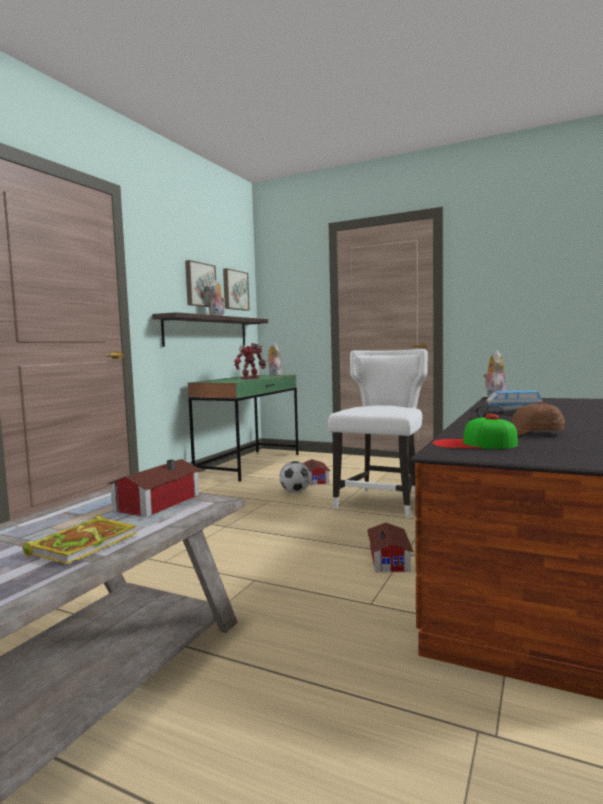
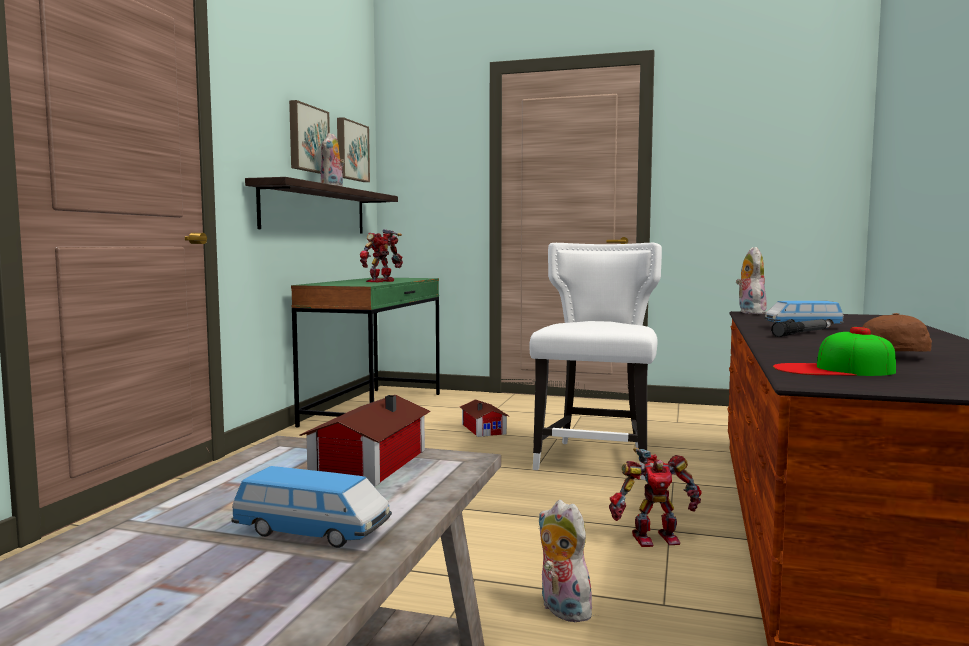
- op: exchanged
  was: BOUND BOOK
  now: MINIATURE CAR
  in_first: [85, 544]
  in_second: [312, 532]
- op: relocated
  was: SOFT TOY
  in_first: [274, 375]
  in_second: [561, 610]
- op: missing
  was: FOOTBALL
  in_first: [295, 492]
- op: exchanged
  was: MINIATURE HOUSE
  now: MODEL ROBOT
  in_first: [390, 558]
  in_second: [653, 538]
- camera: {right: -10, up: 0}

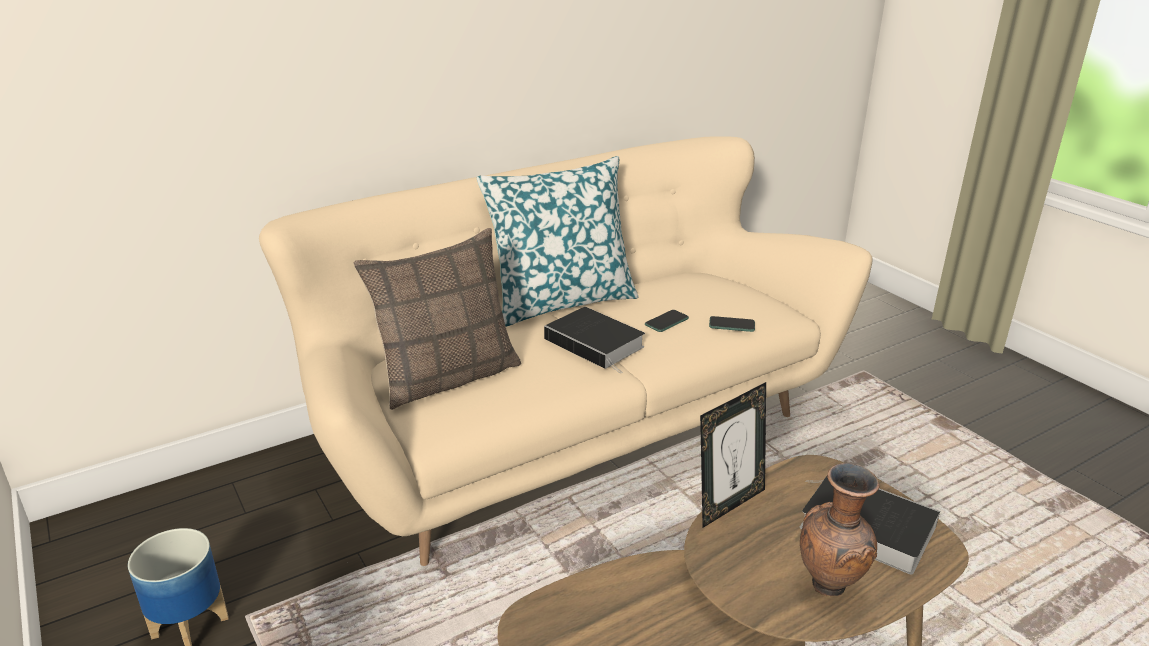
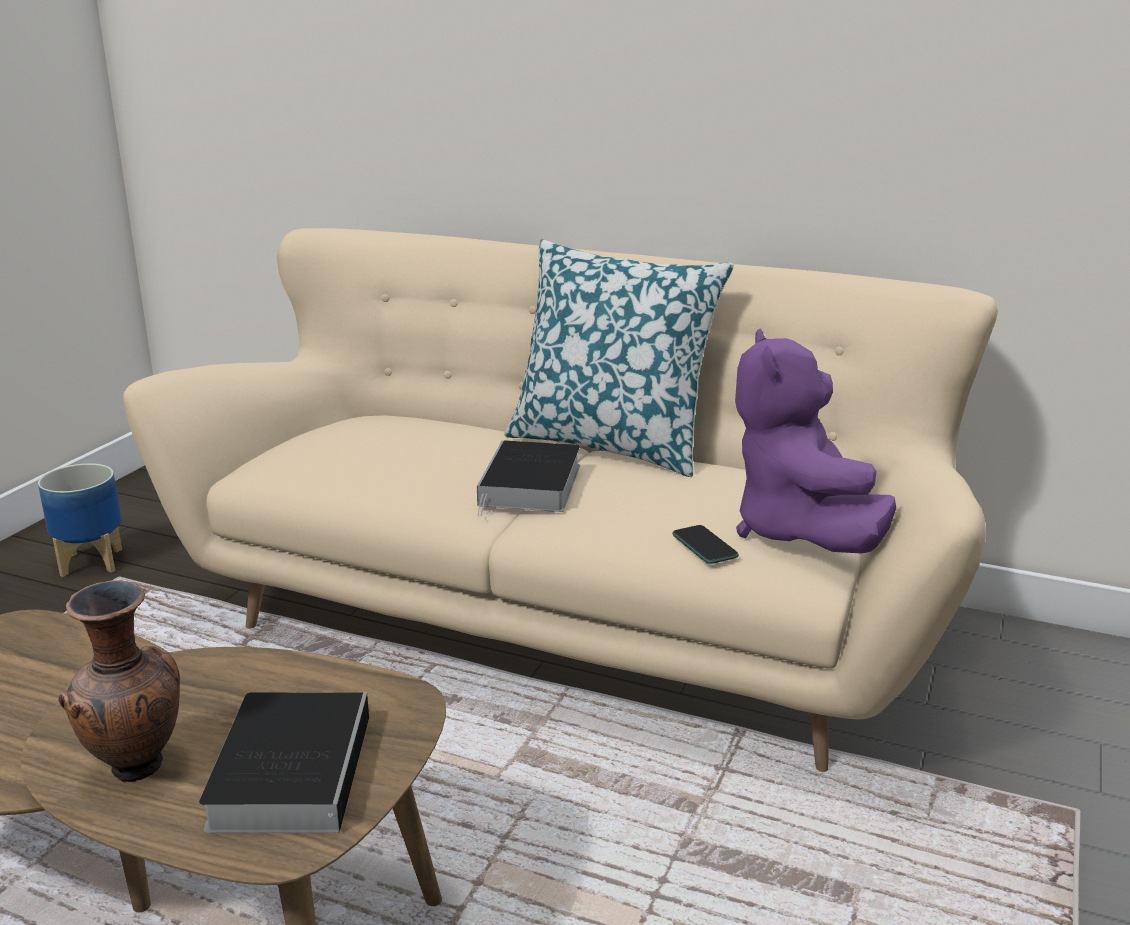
- op: missing
  was: THROW PILLOW
  in_first: [447, 376]
- op: missing
  was: TELEPHONE
  in_first: [666, 322]
- op: missing
  was: PHOTO FRAME
  in_first: [728, 504]
- op: appeared
  now: PURPLE-COLOURED SOFT TOY
  in_second: [799, 532]
- camera: {right: 55, up: -5}

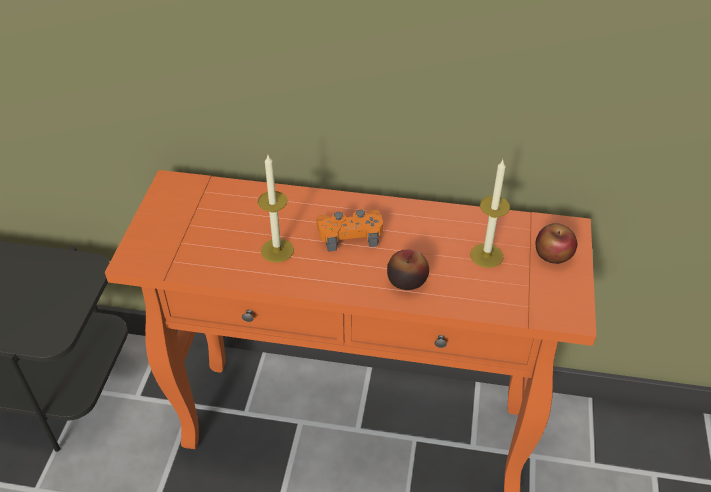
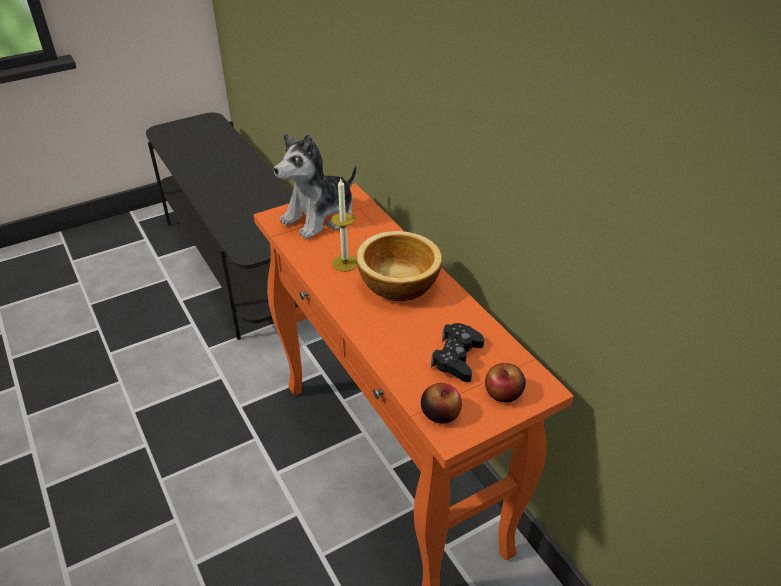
- op: exchanged
  was: ORANGE GAMEPAD
  now: BOWL
  in_first: [350, 234]
  in_second: [397, 284]
- op: relocated
  was: APPLE
  in_first: [407, 280]
  in_second: [440, 413]
- op: exchanged
  was: WAX CANDLE
  now: BLACK-COLOURED GAMEPAD
  in_first: [486, 255]
  in_second: [457, 358]
- op: appeared
  now: SOFT TOY
  in_second: [320, 217]
- camera: {right: 50, up: -5}

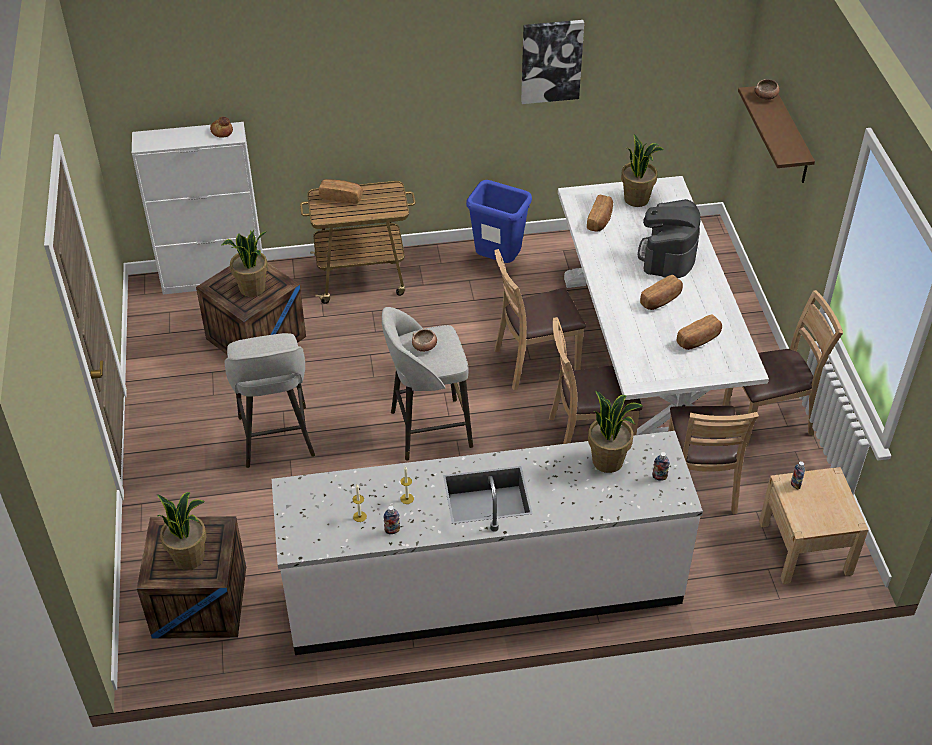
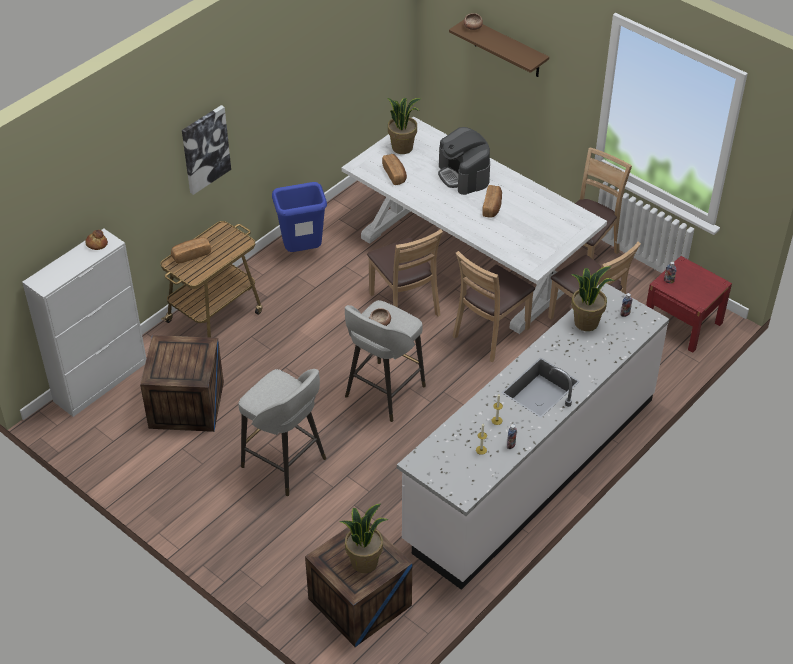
- op: missing
  was: POTTED PLANT
  in_first: [252, 289]
- op: spun
  was: BROWN-COLOURED CHAIR
  in_first: [535, 362]
  in_second: [404, 305]
  clockwise: -60
- op: relocated
  was: PICTURE
  in_first: [551, 61]
  in_second: [205, 149]
- op: missing
  was: BREAD
  in_first: [699, 340]
- op: colour
  was: BEIGE-COLOURED NIGHT TABLE
  now: RED-COLOURED NIGHT TABLE
  in_first: [805, 547]
  in_second: [682, 323]
- camera: {right: -40, up: 0}

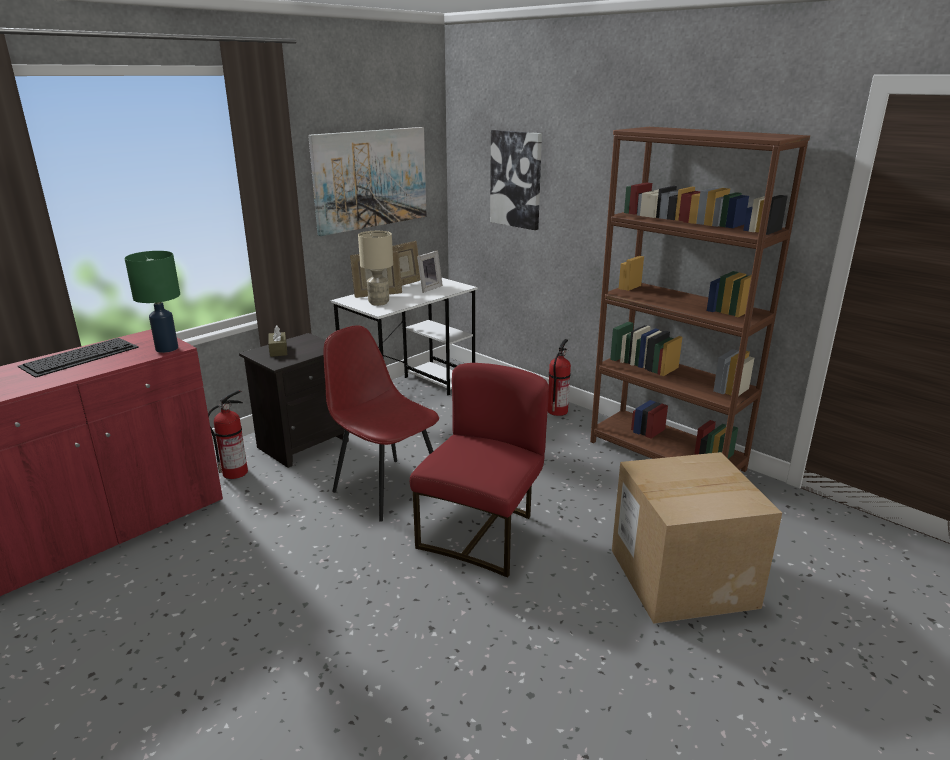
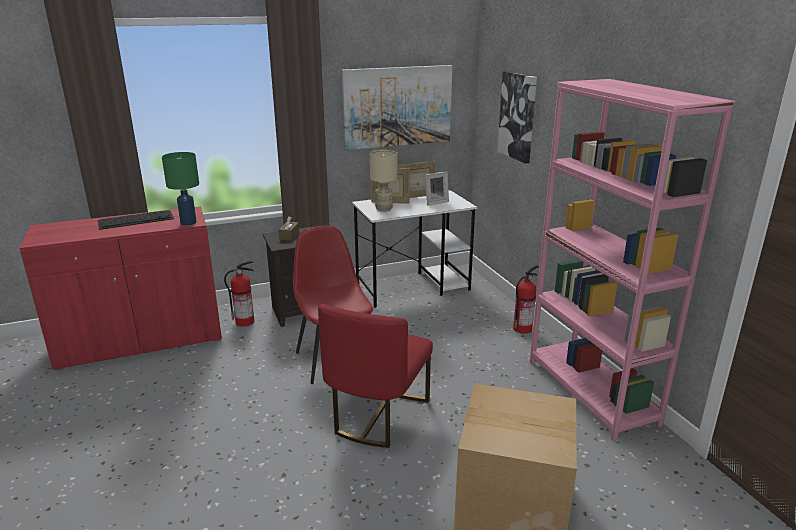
- op: spun
  was: RED-COLOURED CHAIR
  in_first: [482, 534]
  in_second: [377, 415]
  clockwise: 150
- op: colour
  was: BROWN-COLOURED BOOKSHELF
  now: PINK BOOKSHELF
  in_first: [666, 455]
  in_second: [591, 392]
- camera: {right: 25, up: 0}

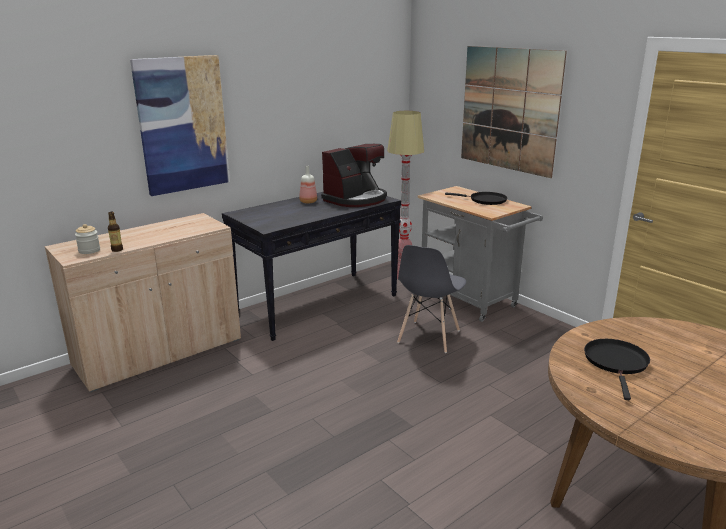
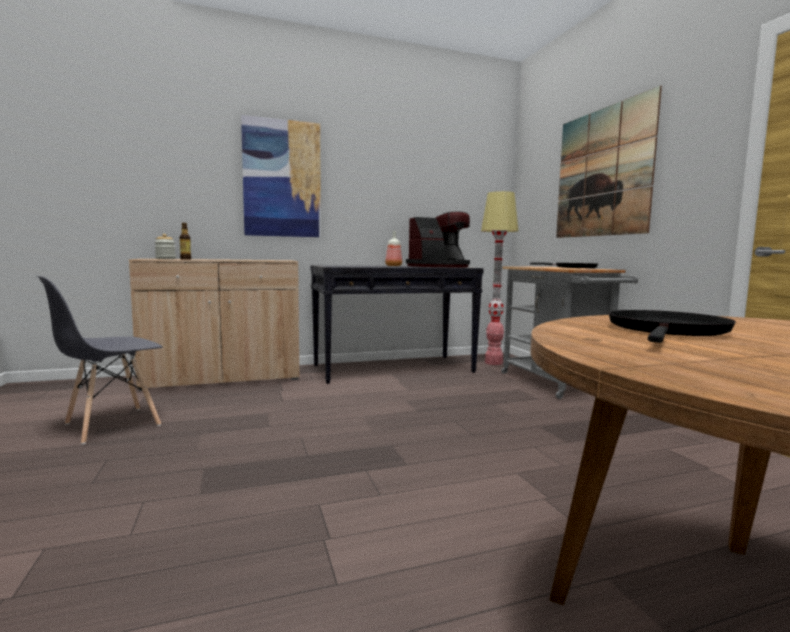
- op: relocated
  was: GRAY CHAIR
  in_first: [428, 337]
  in_second: [112, 425]
- camera: {right: 20, up: -15}

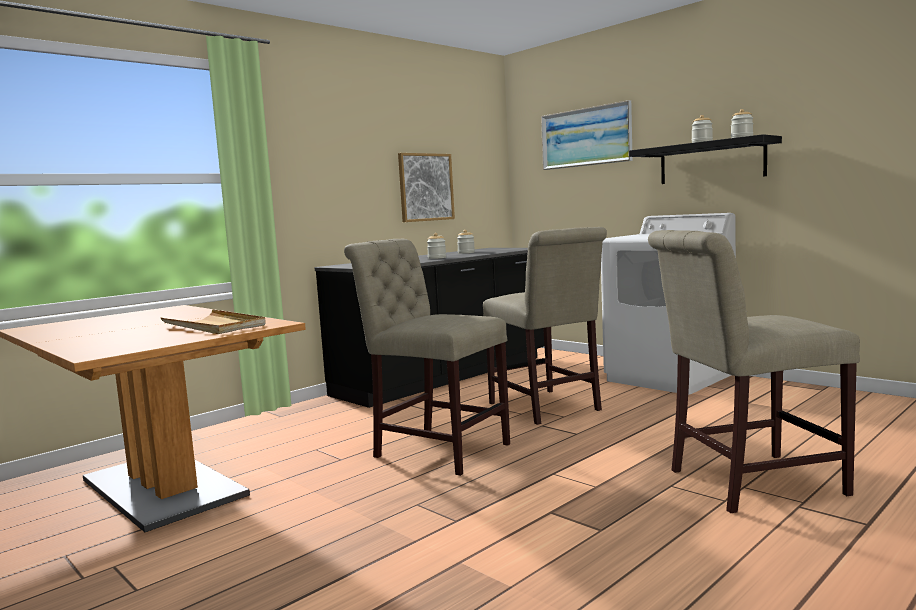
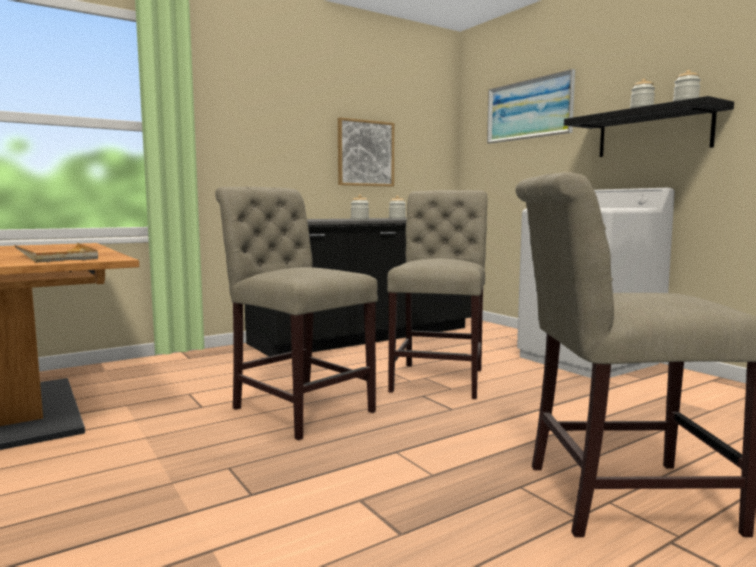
- op: spun
  was: BEIGE-COLOURED CHAIR
  in_first: [547, 408]
  in_second: [440, 378]
  clockwise: -150
- camera: {right: 10, up: 0}

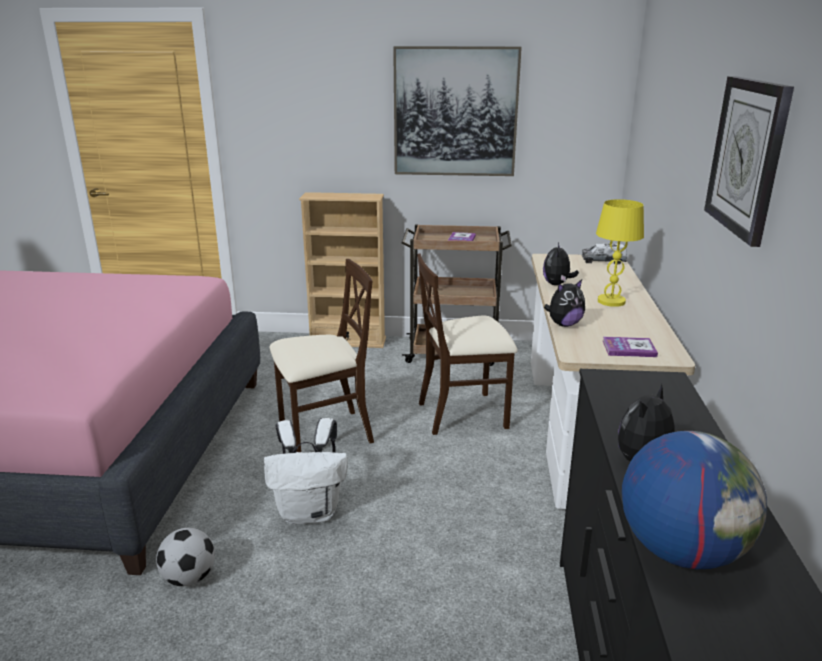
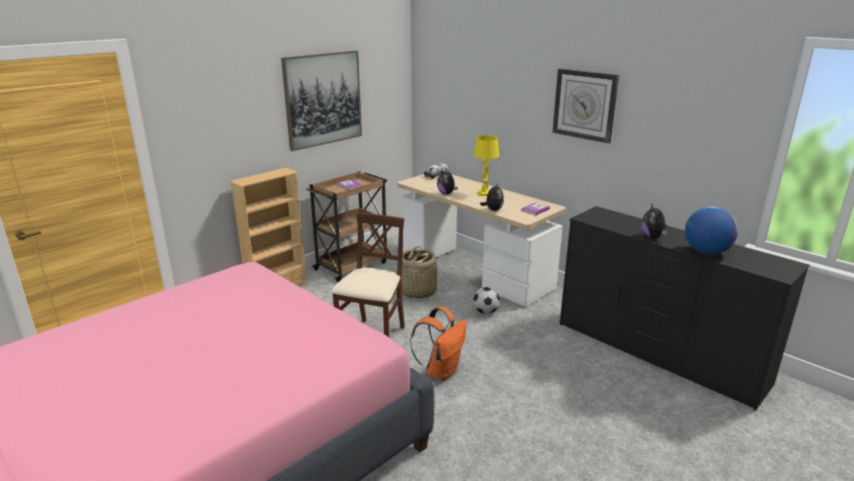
- op: relocated
  was: FOOTBALL
  in_first: [189, 578]
  in_second: [485, 312]
- op: colour
  was: WHITE RUCKSACK
  now: ORANGE RUCKSACK
  in_first: [310, 512]
  in_second: [441, 371]
- op: exchanged
  was: BEIGE-COLOURED CHAIR
  now: BASKET
  in_first: [463, 414]
  in_second: [417, 292]
- camera: {right: -50, up: 0}

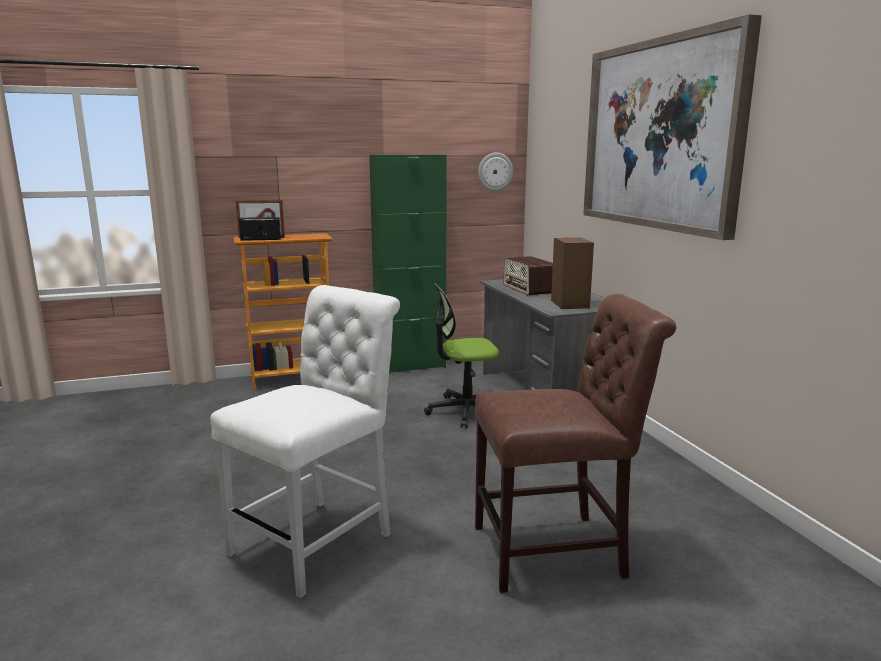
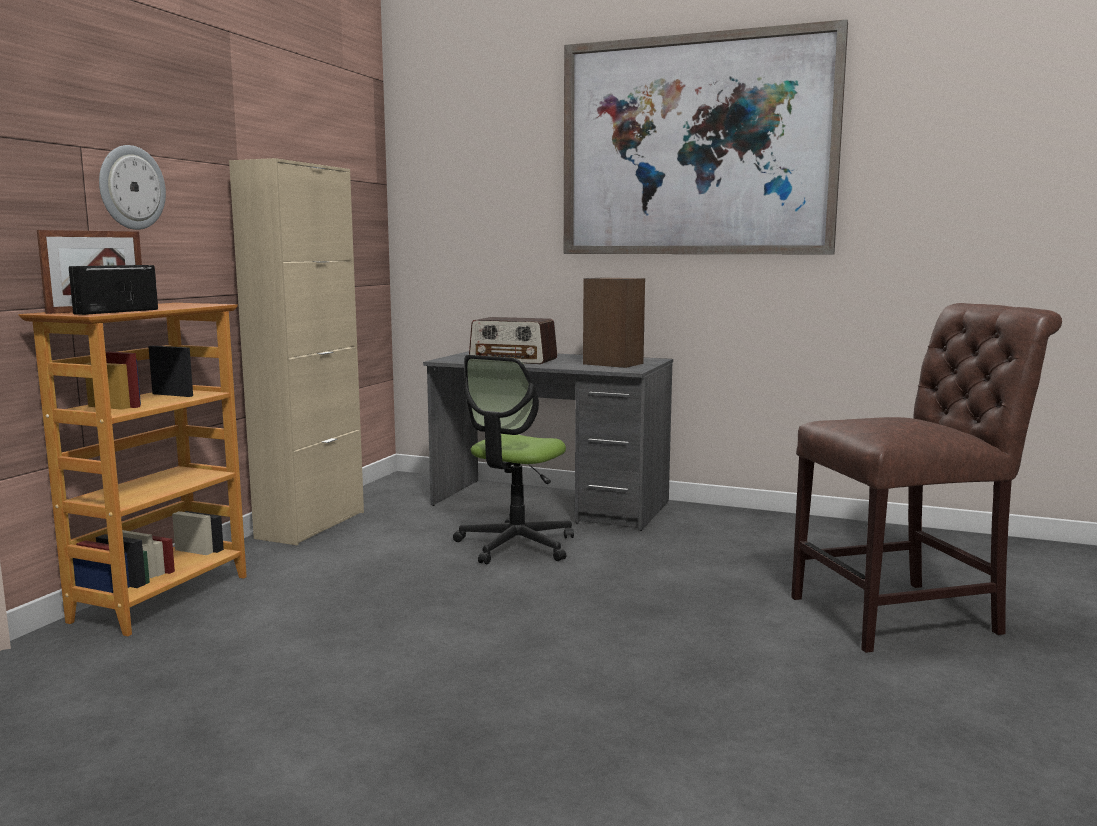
- op: missing
  was: WHITE CHAIR
  in_first: [319, 540]
- op: colour
  was: GREENISH CUPBOARD
  now: BEIGE-COLOURED CUPBOARD
  in_first: [410, 366]
  in_second: [311, 525]
- op: spun
  was: BROWN-COLOURED CHAIR
  in_first: [557, 551]
  in_second: [905, 614]
  clockwise: 45
- op: relocated
  was: WALL CLOCK
  in_first: [495, 172]
  in_second: [131, 187]
- camera: {right: -50, up: -5}

